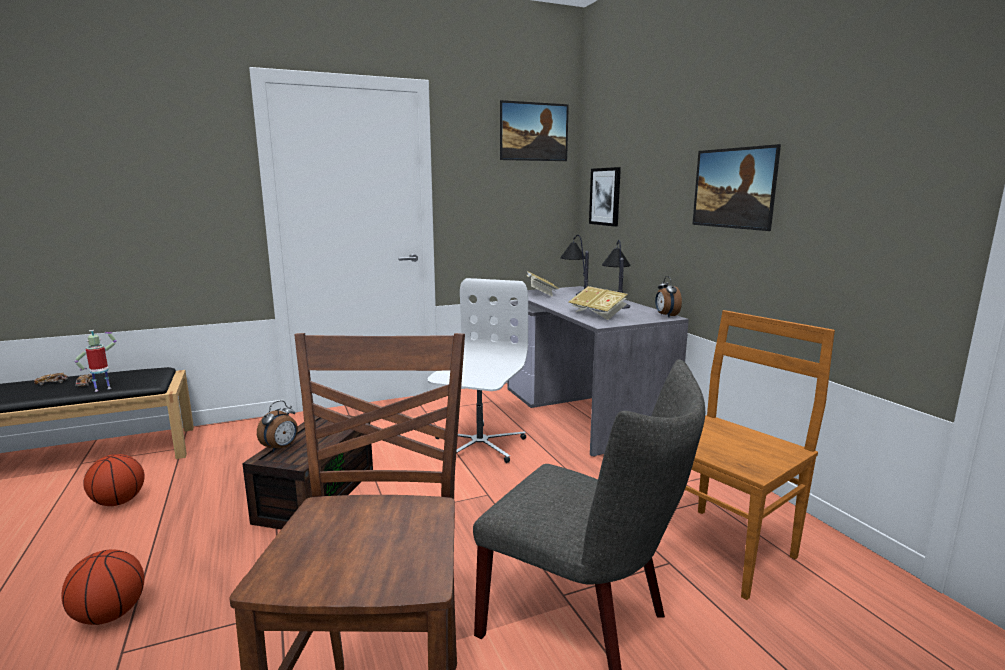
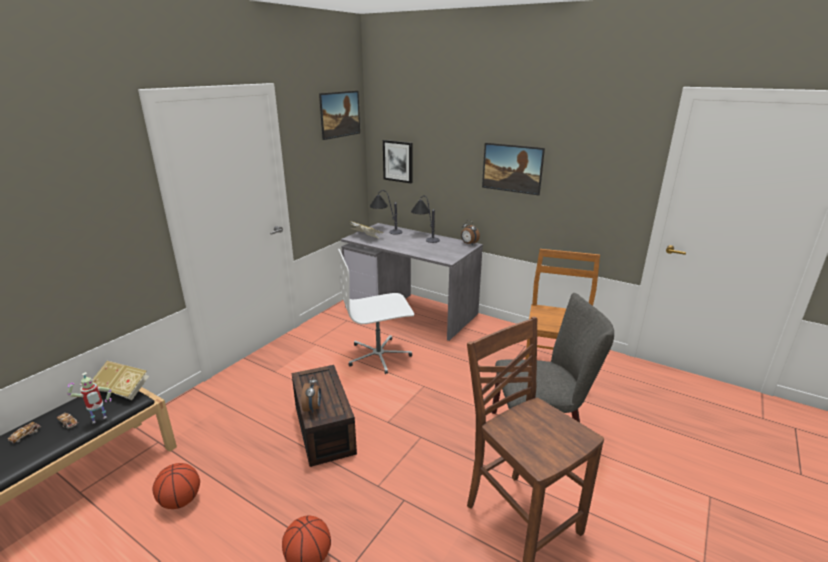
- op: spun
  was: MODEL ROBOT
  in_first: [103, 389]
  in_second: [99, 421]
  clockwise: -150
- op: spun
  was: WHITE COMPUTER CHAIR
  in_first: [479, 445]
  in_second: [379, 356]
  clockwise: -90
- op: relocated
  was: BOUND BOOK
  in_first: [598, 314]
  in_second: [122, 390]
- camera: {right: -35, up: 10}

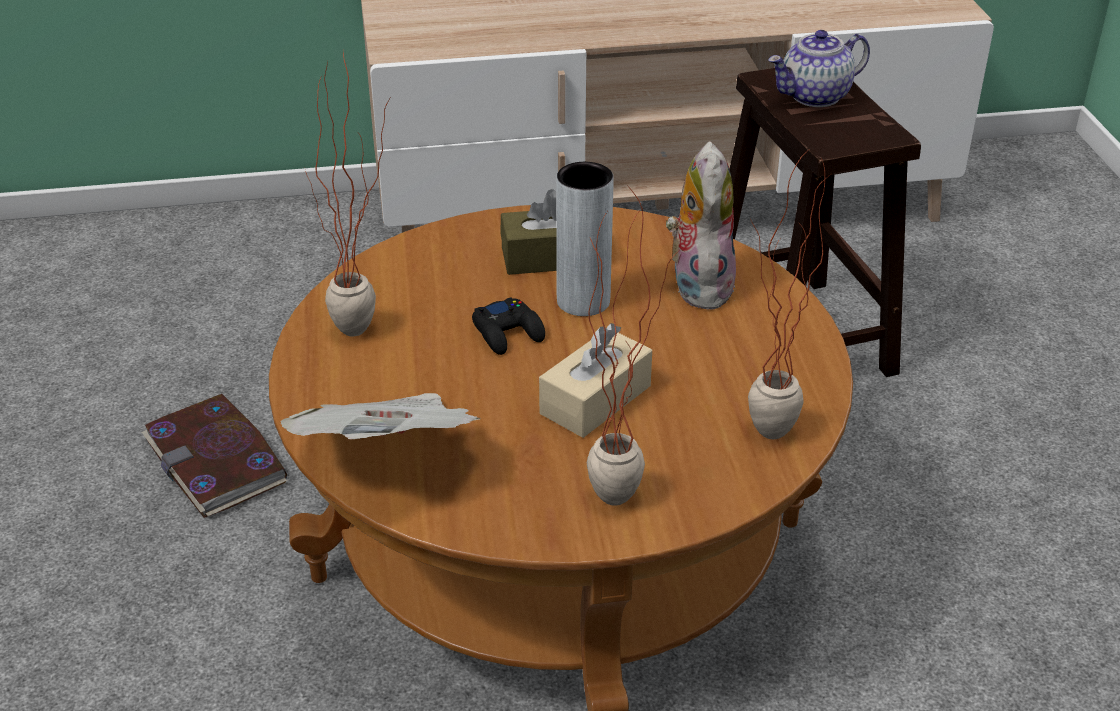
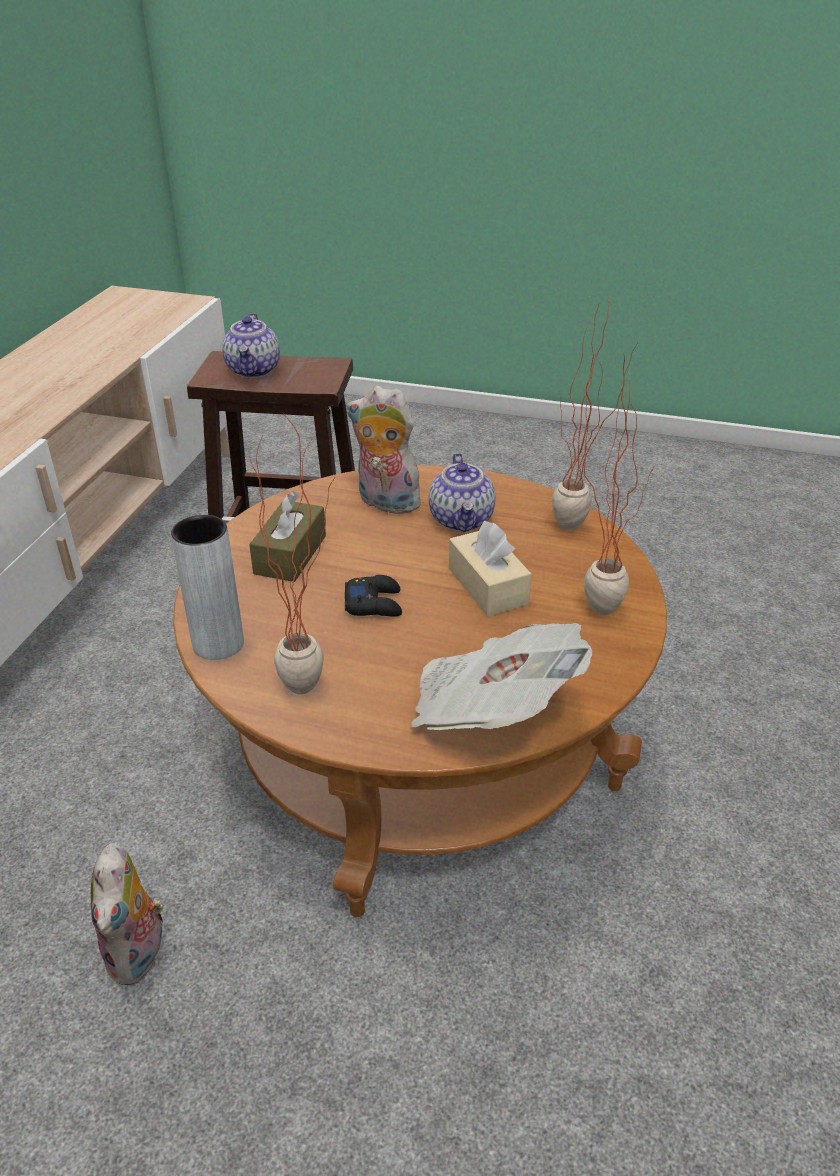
- op: exchanged
  was: BOUND BOOK
  now: SOFT TOY
  in_first: [216, 461]
  in_second: [140, 954]
- op: relocated
  was: GRAY VASE
  in_first: [583, 301]
  in_second: [218, 644]
- op: appeared
  now: TEA POT
  in_second: [462, 520]
- camera: {right: -65, up: 0}

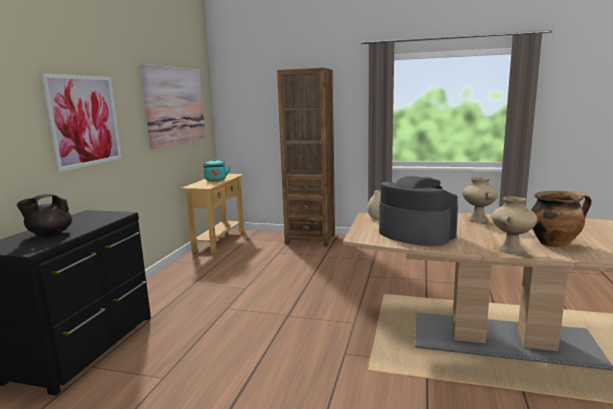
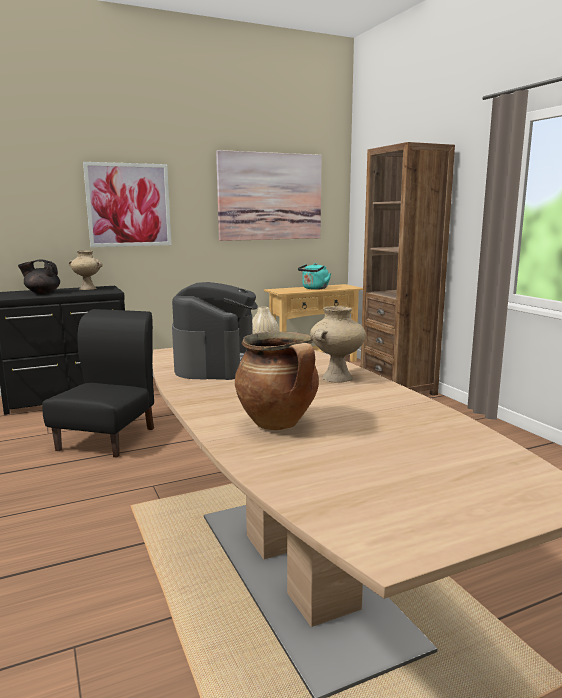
- op: relocated
  was: BEIGE-COLOURED VASE
  in_first: [511, 250]
  in_second: [88, 288]
- op: appeared
  now: BLACK-COLOURED CHAIR
  in_second: [108, 438]
- camera: {right: 50, up: 0}

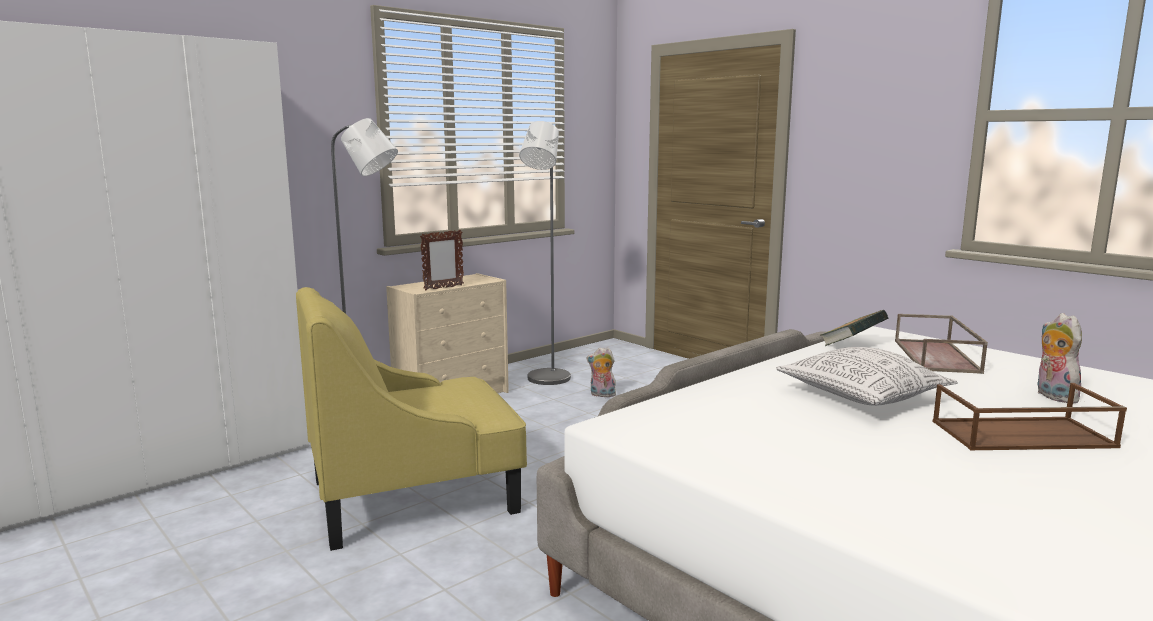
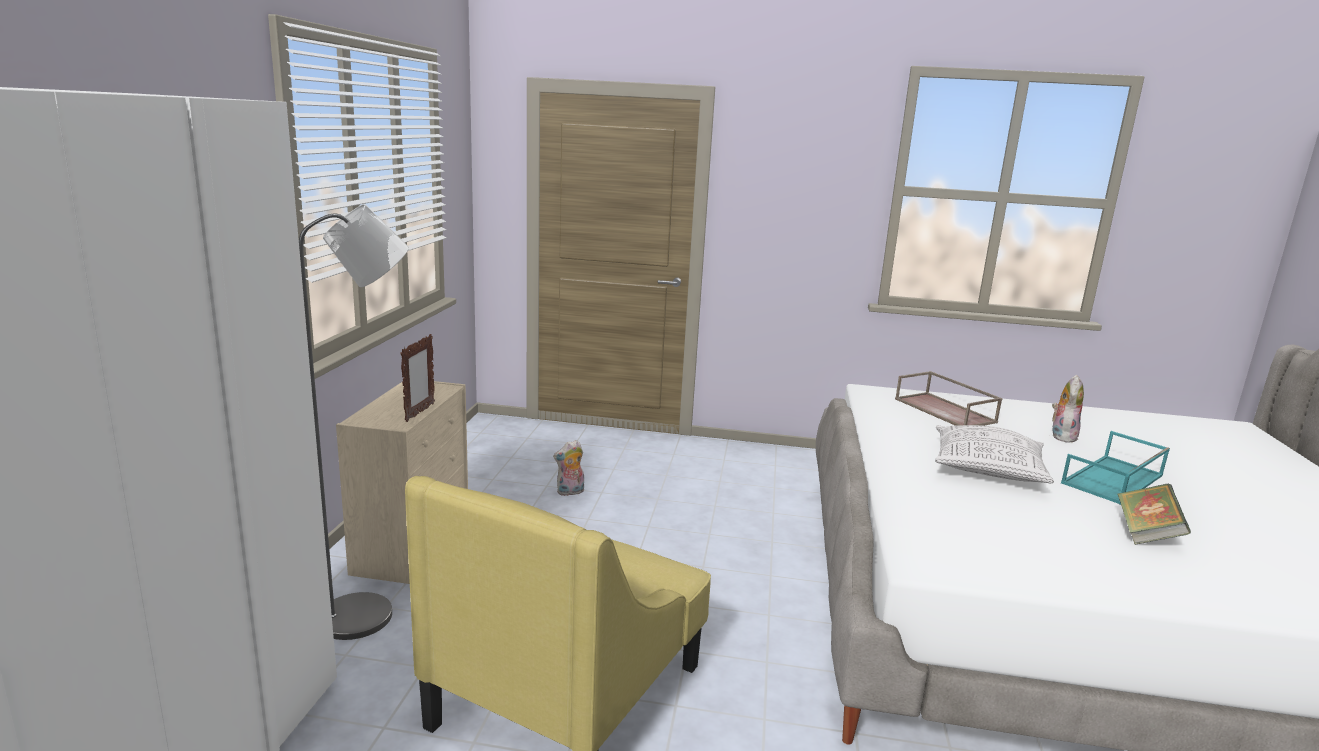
- op: missing
  was: GRAY STANDARD LAMP
  in_first: [546, 380]
- op: relocated
  was: BOUND BOOK
  in_first: [852, 345]
  in_second: [1146, 533]
- op: colour
  was: BROWN-COLOURED SERVING TRAY
  now: TURQUOISE-COLOURED SERVING TRAY
  in_first: [1021, 435]
  in_second: [1113, 480]
- op: spun
  was: SOFT TOY
  in_first: [1052, 396]
  in_second: [1061, 436]
  clockwise: 75
- camera: {right: -40, up: 5}

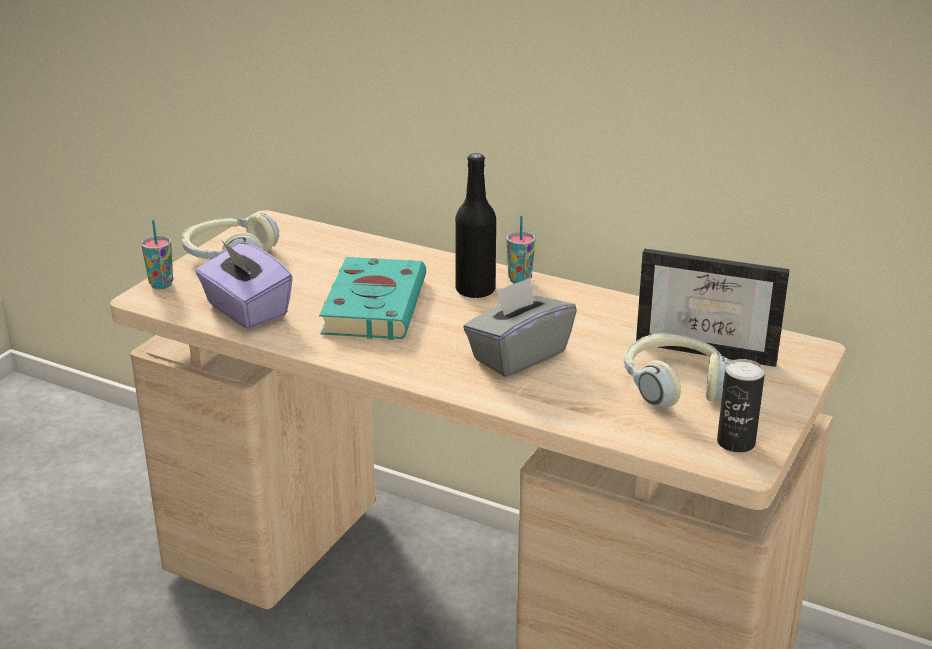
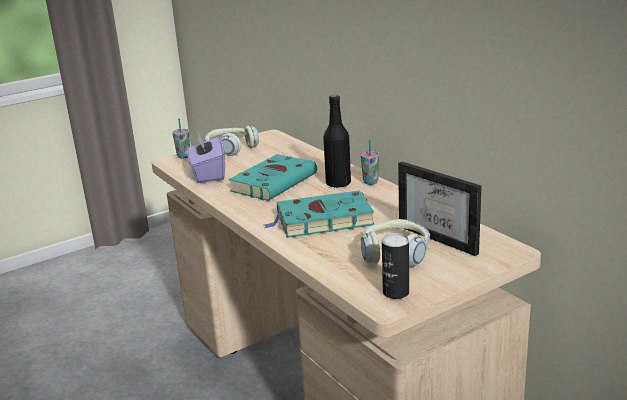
- op: exchanged
  was: GRAY TISSUE HOLDER
  now: TURQUOISE-COLOURED BOUND BOOK
  in_first: [518, 356]
  in_second: [321, 220]
- camera: {right: 30, up: -5}

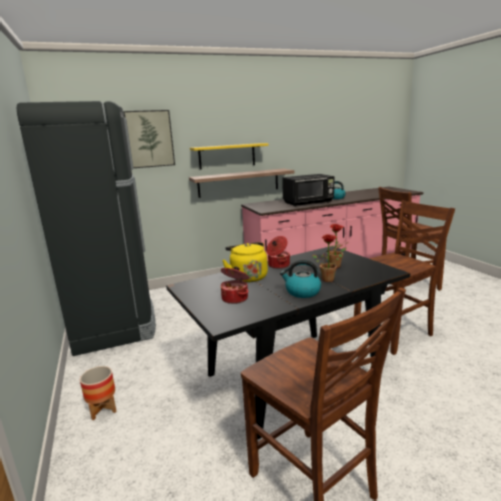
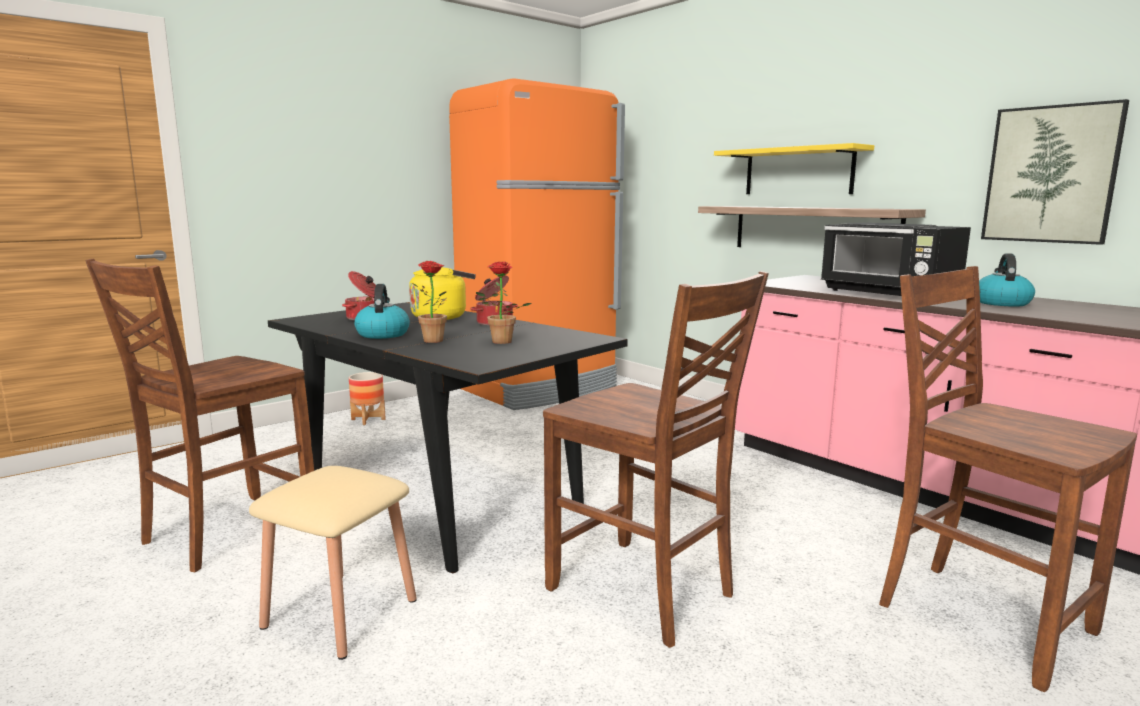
- op: colour
  was: BLACK-COLOURED FRIDGE
  now: ORANGE FRIDGE
  in_first: [115, 324]
  in_second: [540, 388]
- op: relocated
  was: PICTURE
  in_first: [149, 139]
  in_second: [1051, 174]
- op: appeared
  now: BEIGE-COLOURED SITTING STOOL
  in_second: [340, 613]
- camera: {right: 70, up: -5}

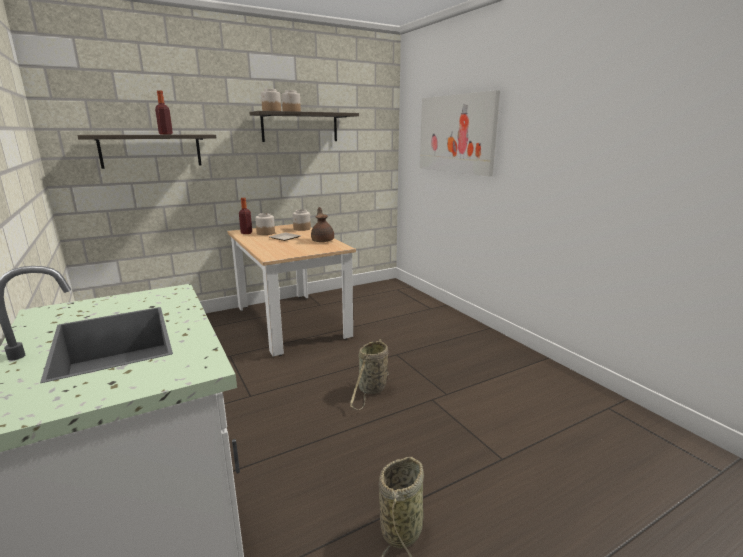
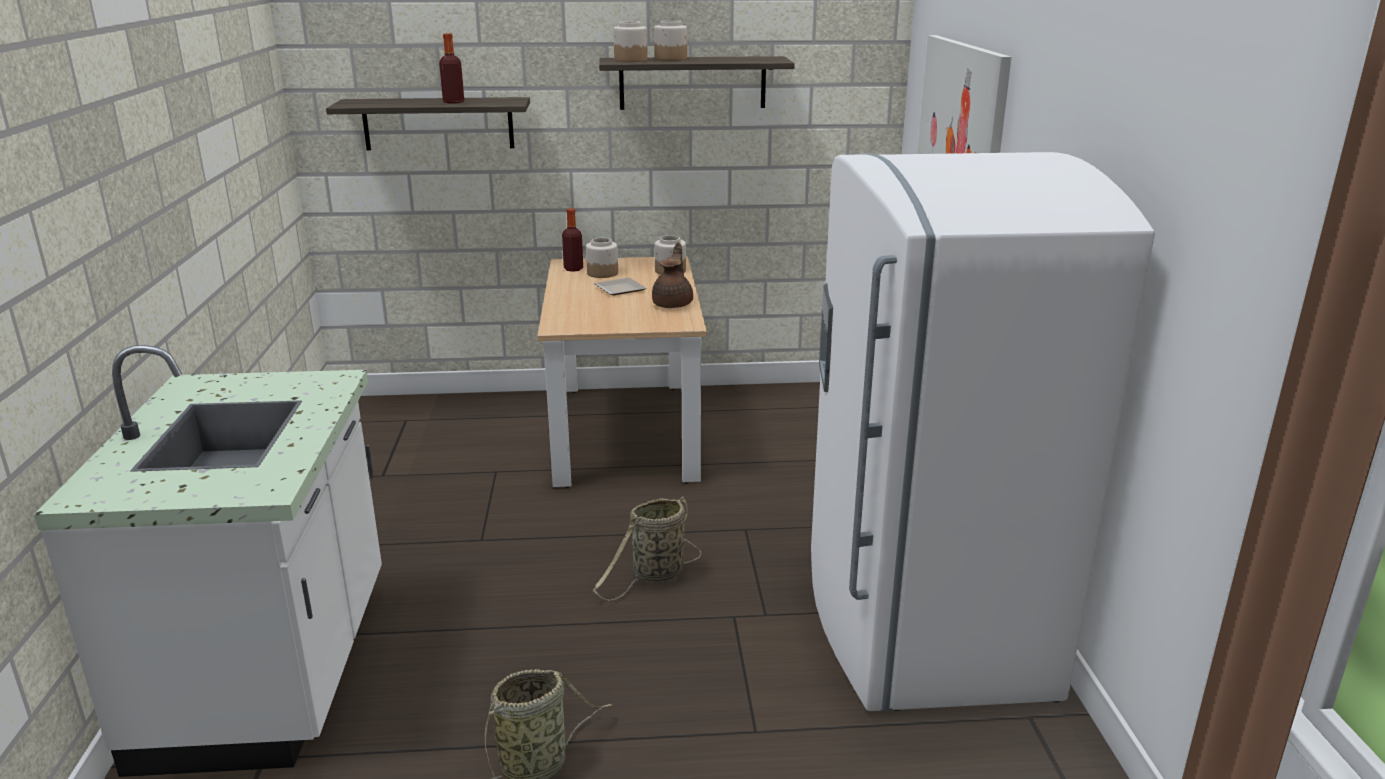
- op: appeared
  now: WHITE FRIDGE
  in_second: [918, 620]
- camera: {right: 25, up: 5}

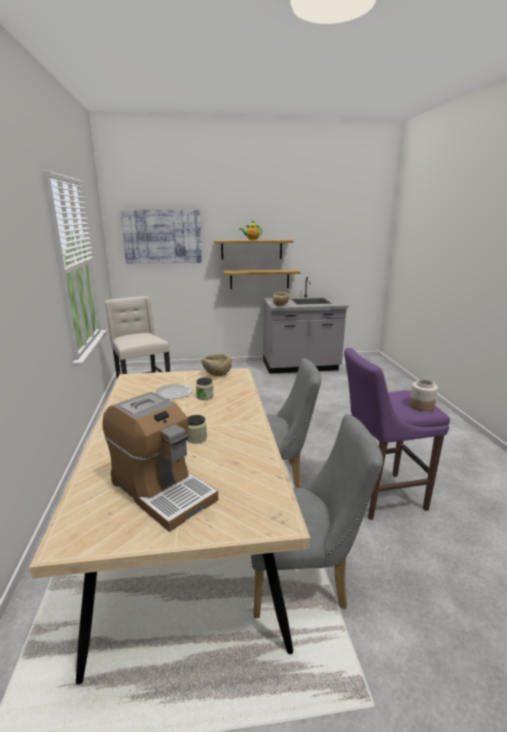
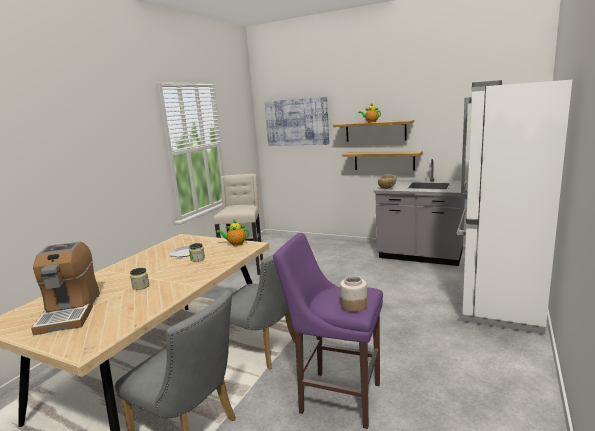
- op: exchanged
  was: BEIGE-COLOURED BOWL
  now: TEA POT
  in_first: [217, 374]
  in_second: [235, 244]
- op: appeared
  now: WHITE FRIDGE
  in_second: [498, 301]
- camera: {right: 35, up: -5}

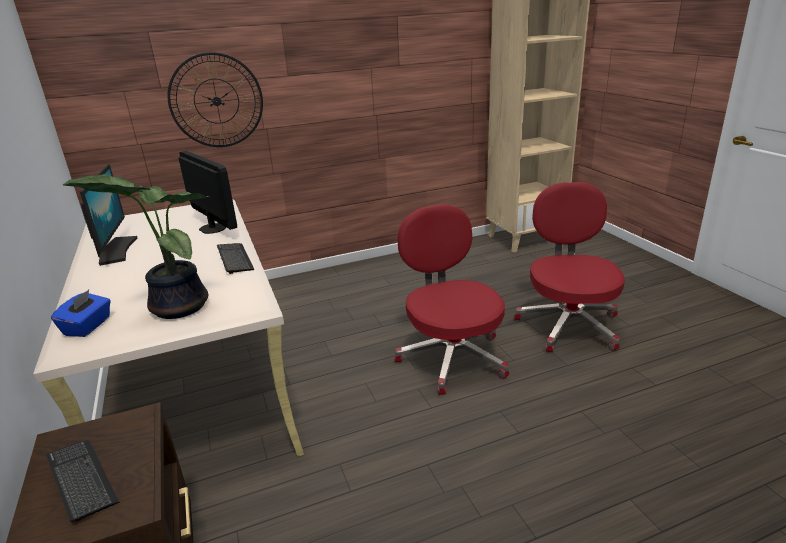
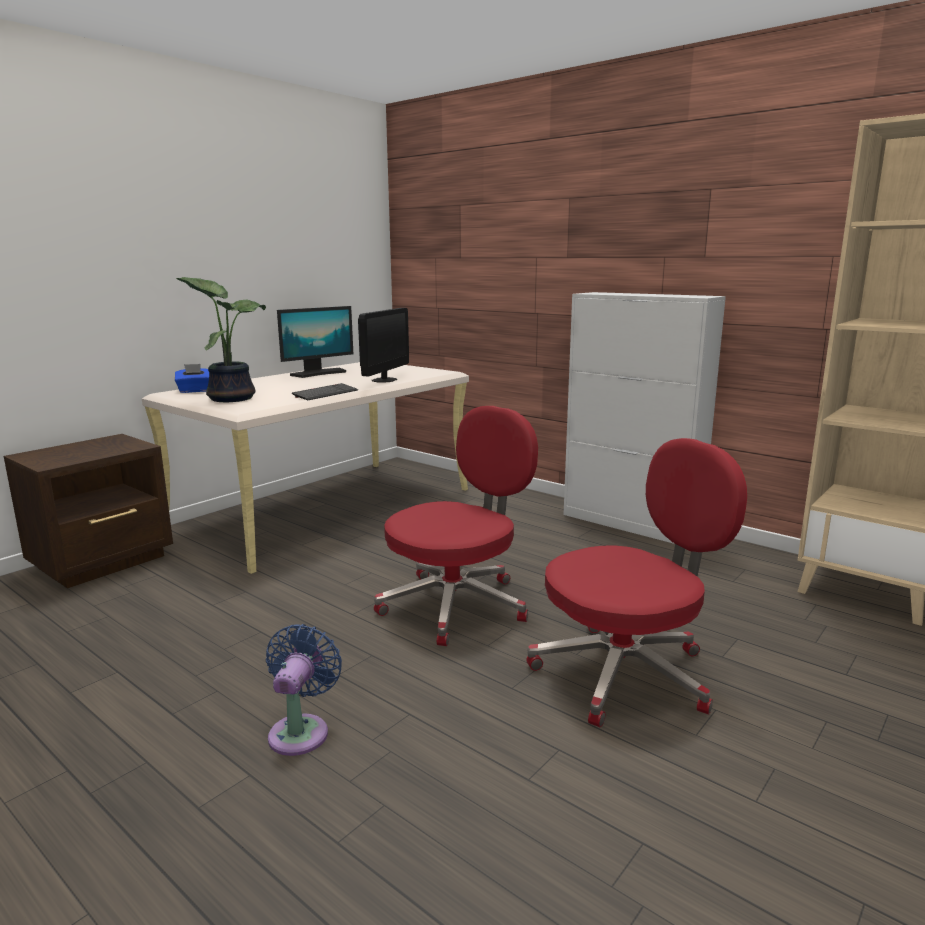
- op: missing
  was: COMPUTER KEYBOARD
  in_first: [81, 480]
- op: missing
  was: WALL CLOCK
  in_first: [216, 101]
- op: appeared
  now: BLUE COOLING FAN
  in_second: [301, 731]
- op: appeared
  now: WHITE CUPBOARD
  in_second: [631, 524]
- camera: {right: 60, up: -10}

